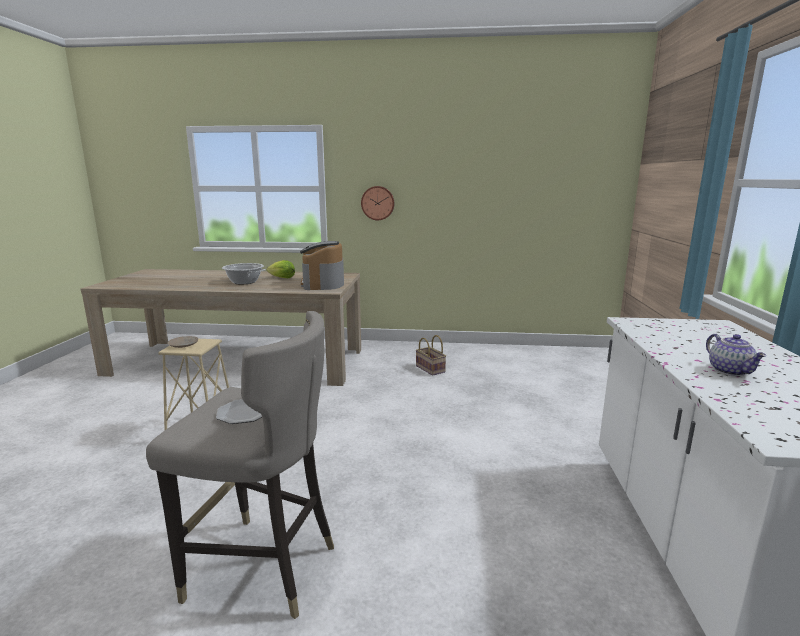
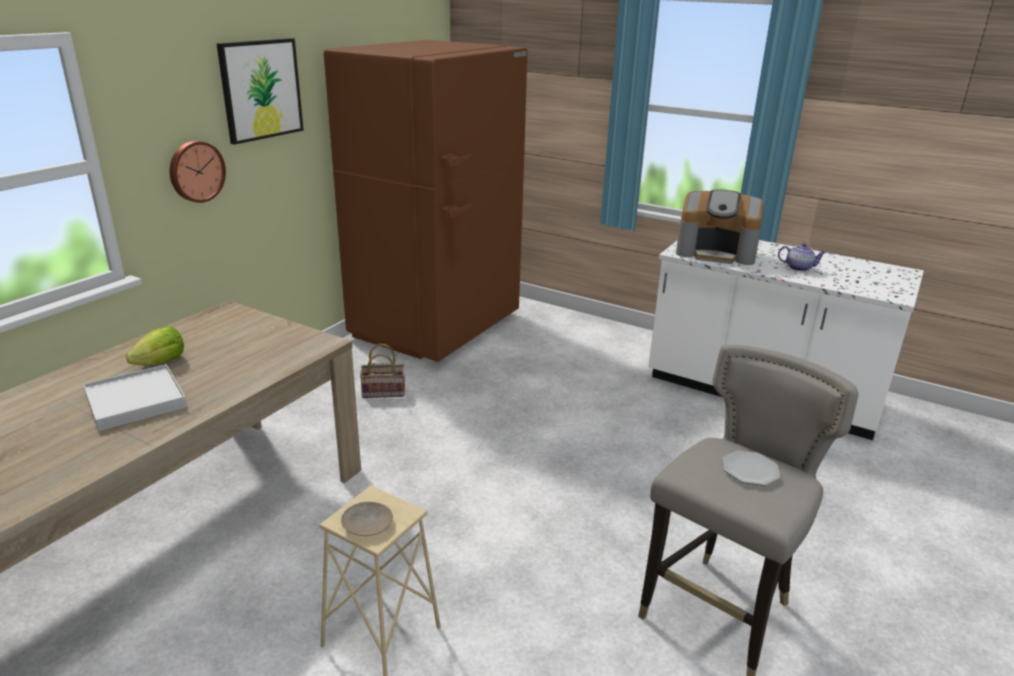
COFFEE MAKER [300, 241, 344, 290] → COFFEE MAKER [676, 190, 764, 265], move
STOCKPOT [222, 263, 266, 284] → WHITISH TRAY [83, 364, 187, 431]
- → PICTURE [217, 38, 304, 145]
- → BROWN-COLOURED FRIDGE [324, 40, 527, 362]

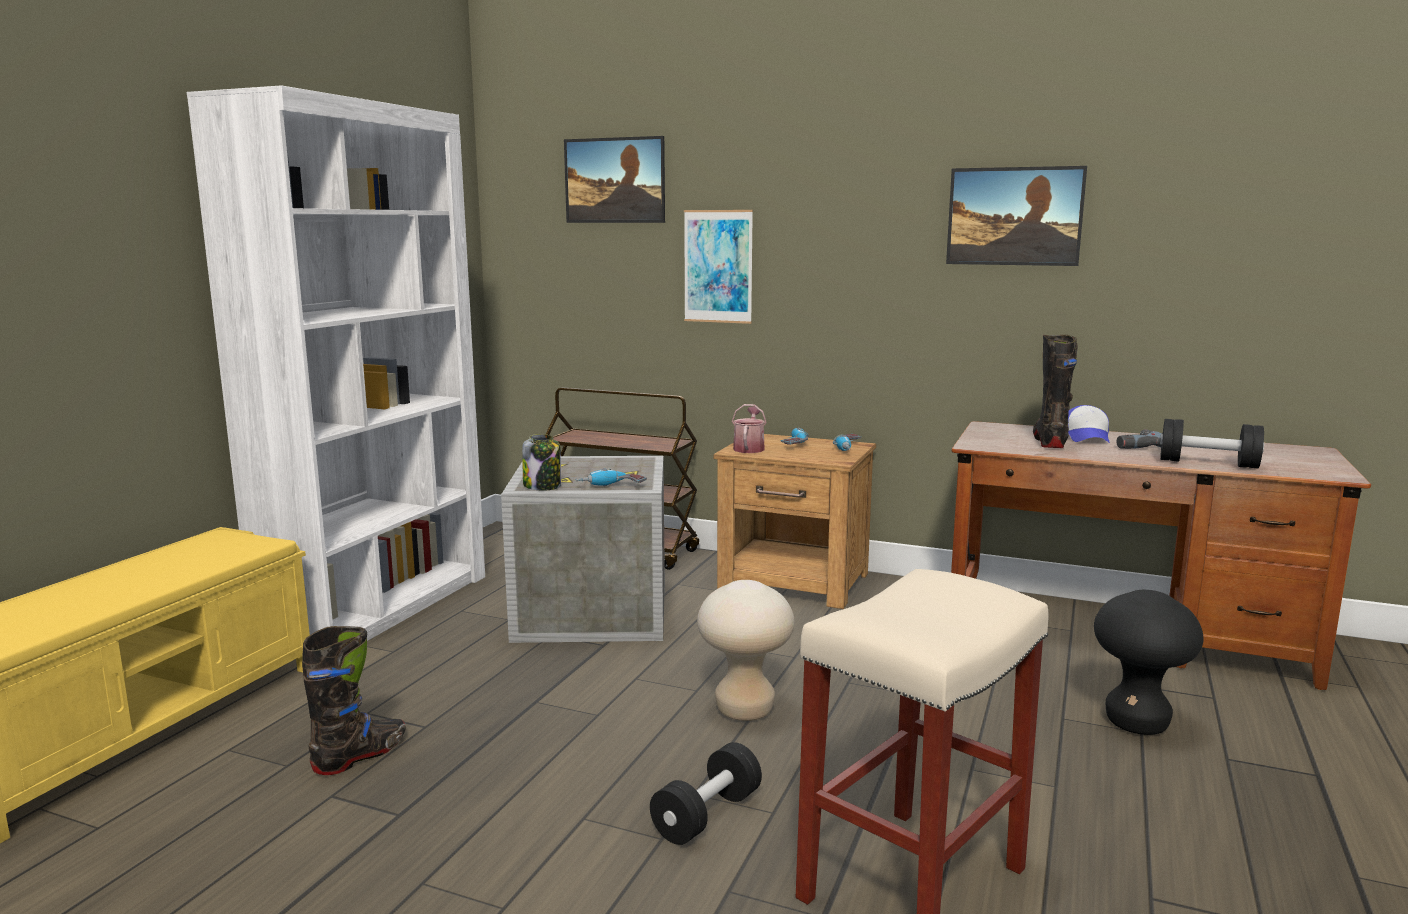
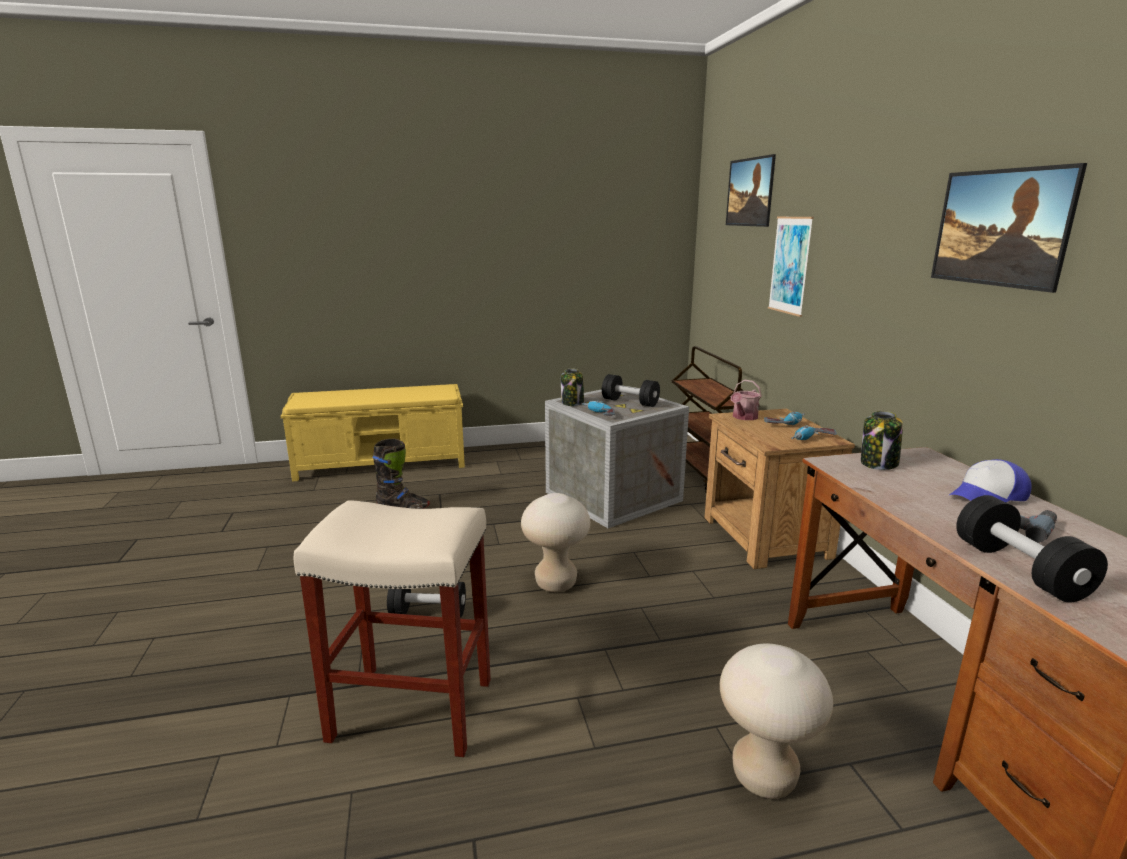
WHITISH BOOKSHELF [187, 85, 485, 641] → -
BLACK BOOT [1033, 335, 1077, 448] → -
WATERING POT [732, 404, 767, 453] → WATERING POT [730, 380, 762, 420], 150 degrees clockwise
BLACK STOOL [1094, 590, 1204, 735] → SAND-COLOURED STOOL [720, 644, 833, 799]
- → BLACK HAND WEIGHT [602, 374, 660, 407]
- → PRESERVE JAR [861, 411, 903, 470]

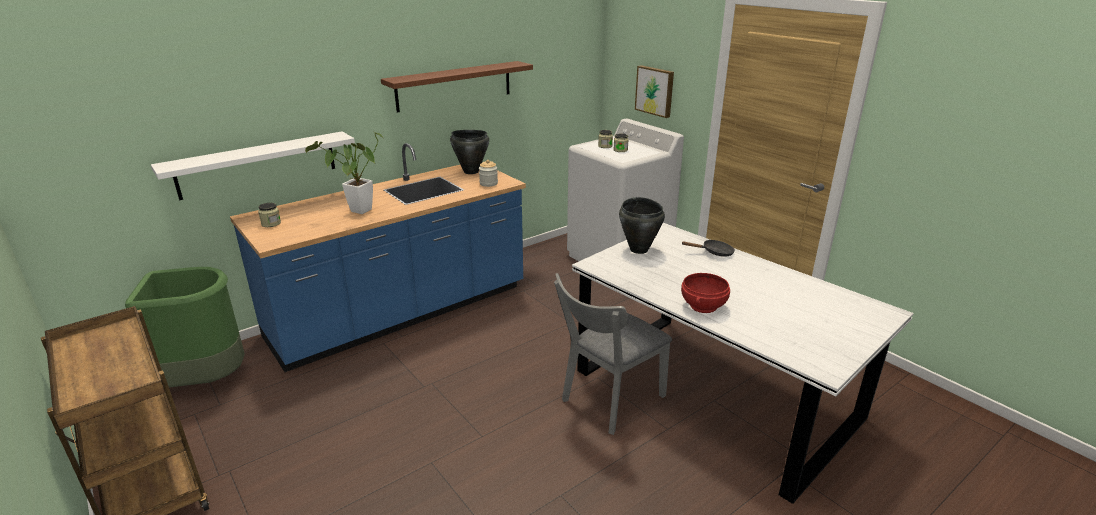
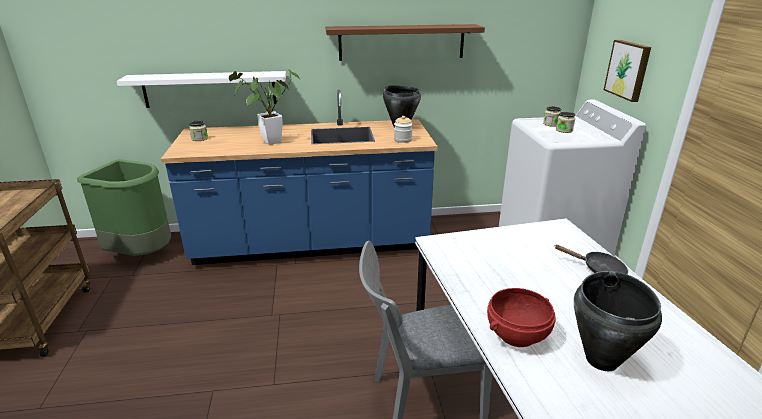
BLACK STOCKPOT [619, 197, 665, 254] → BLACK STOCKPOT [574, 271, 662, 371], move

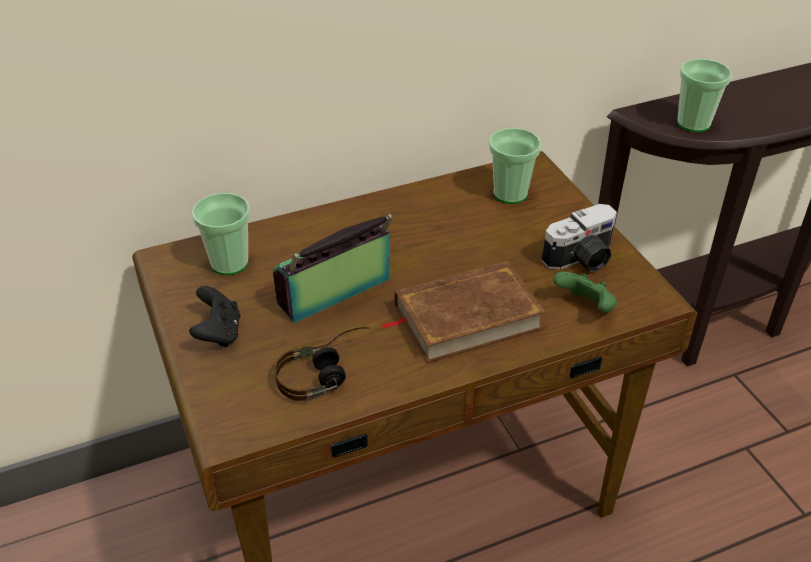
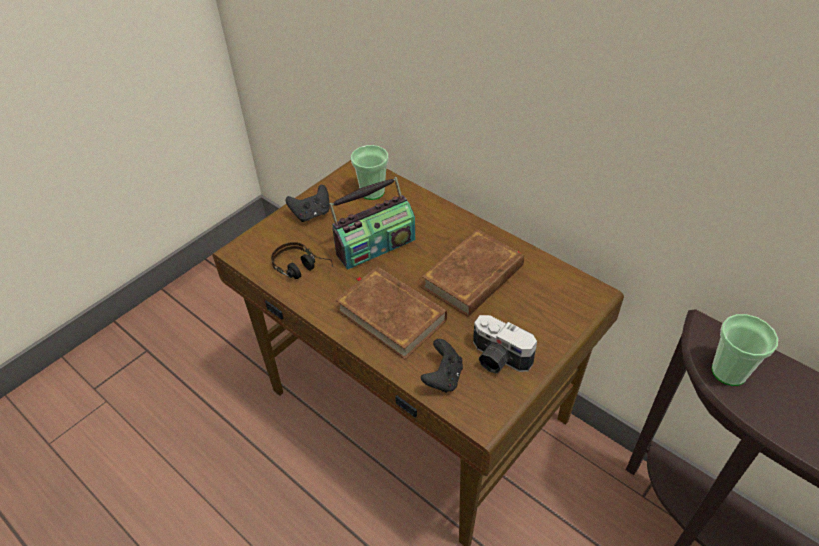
DRINKING CUP [489, 128, 542, 204] → -
RADIO SET [273, 214, 392, 323] → RADIO SET [329, 177, 415, 270], 120 degrees clockwise
GREEN JOYPAD [553, 272, 617, 313] → BLACK JOYPAD [421, 339, 463, 392]
- → BROWN-COLOURED BOOK [422, 230, 524, 317]

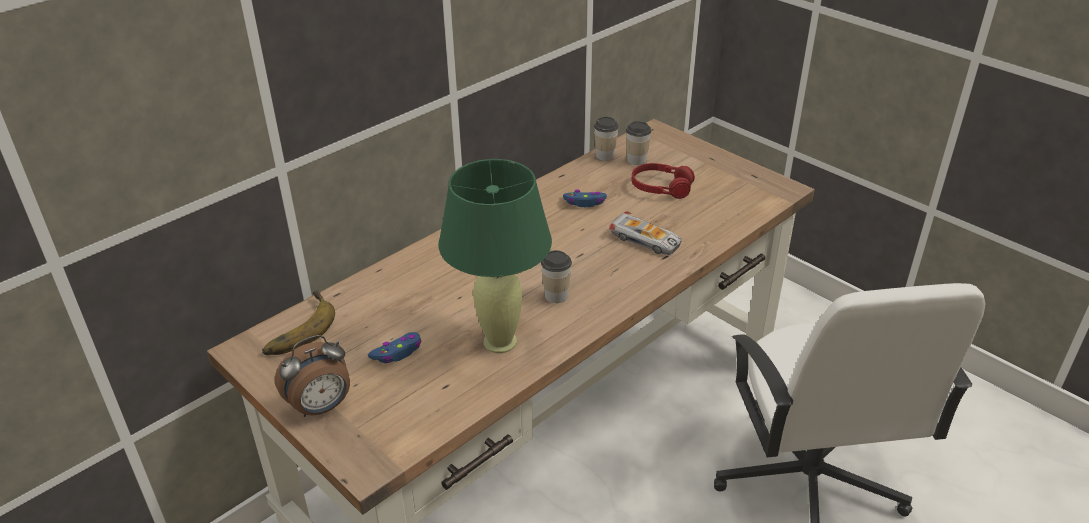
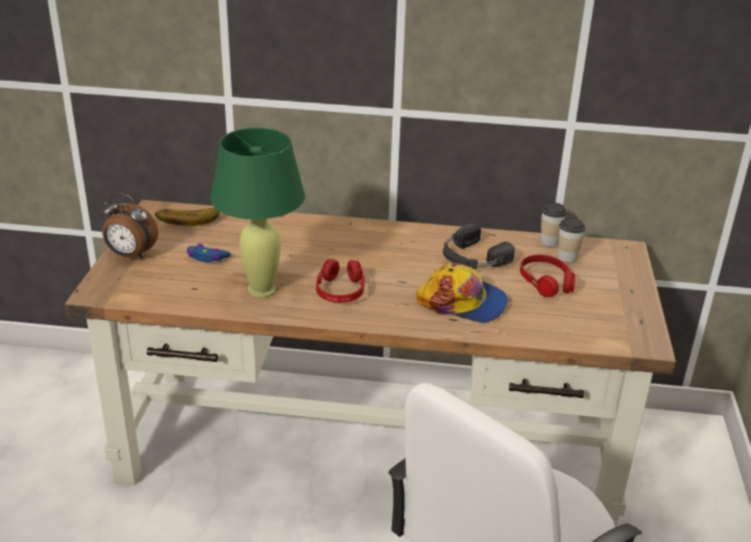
BLUE-COLOURED JOYPAD [563, 190, 607, 207] → BLACK HEADPHONES [443, 223, 515, 269]
MODEL CAR [609, 211, 682, 255] → BASEBALL CAP [416, 263, 508, 323]
DRINKING CUP [541, 250, 572, 303] → RED-COLOURED HEADPHONES [316, 259, 365, 303]

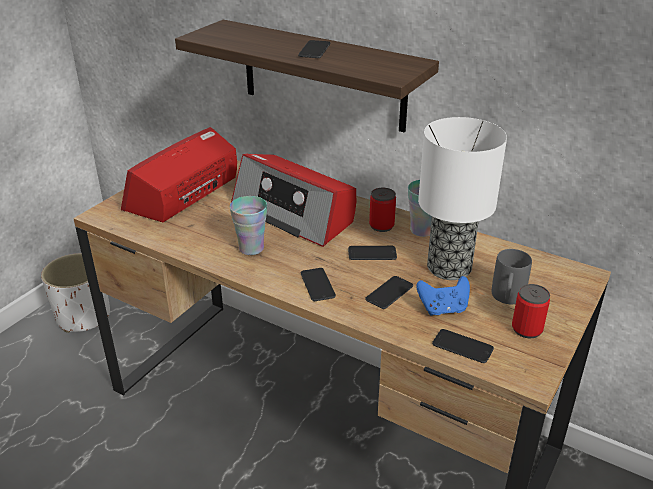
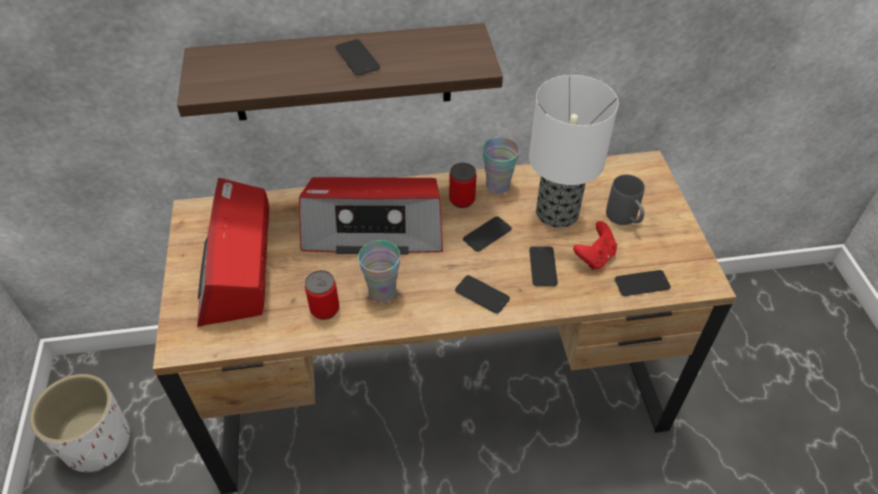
BLUE-COLOURED JOYPAD [416, 276, 470, 316] → RED-COLOURED JOYPAD [573, 221, 617, 269]
SEALED CAN [512, 284, 550, 339] → SEALED CAN [305, 270, 339, 320], move

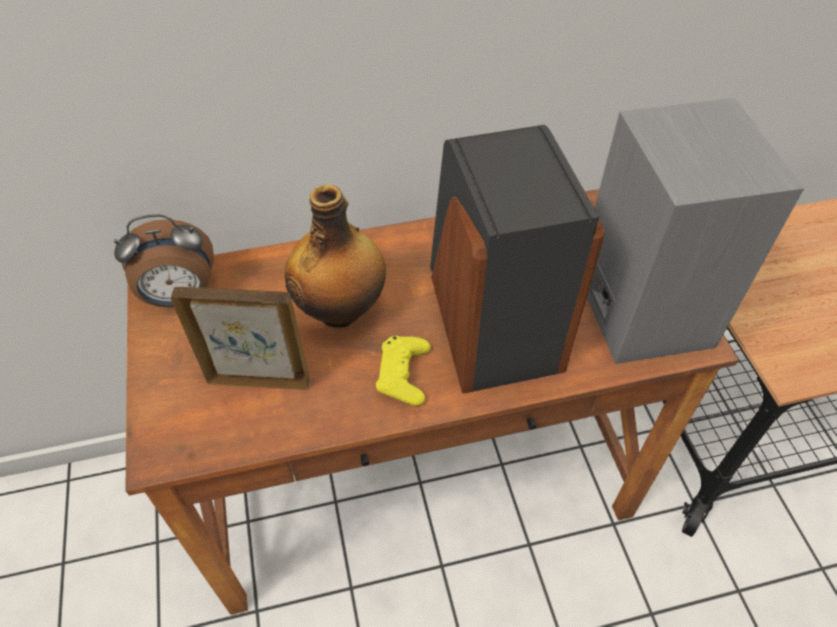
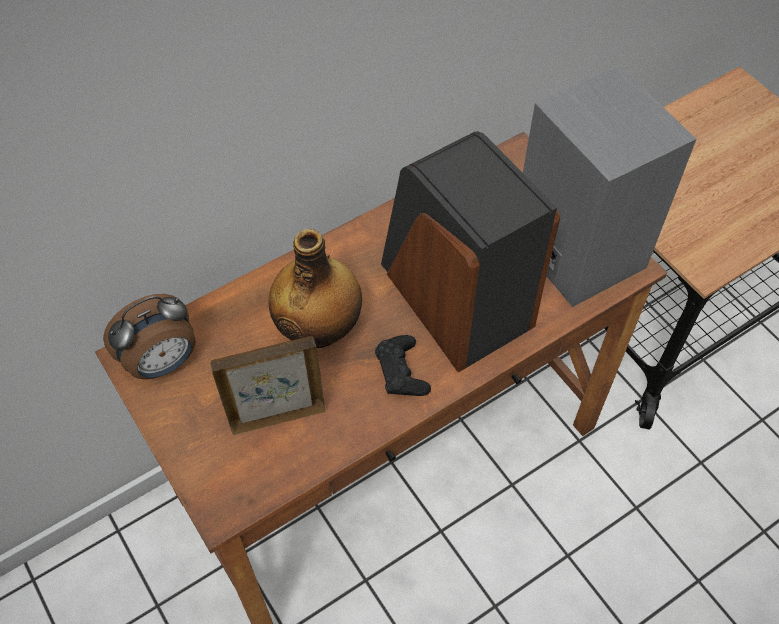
YELLOW-COLOURED JOYPAD [376, 336, 431, 406] → BLACK JOYPAD [375, 335, 431, 396]

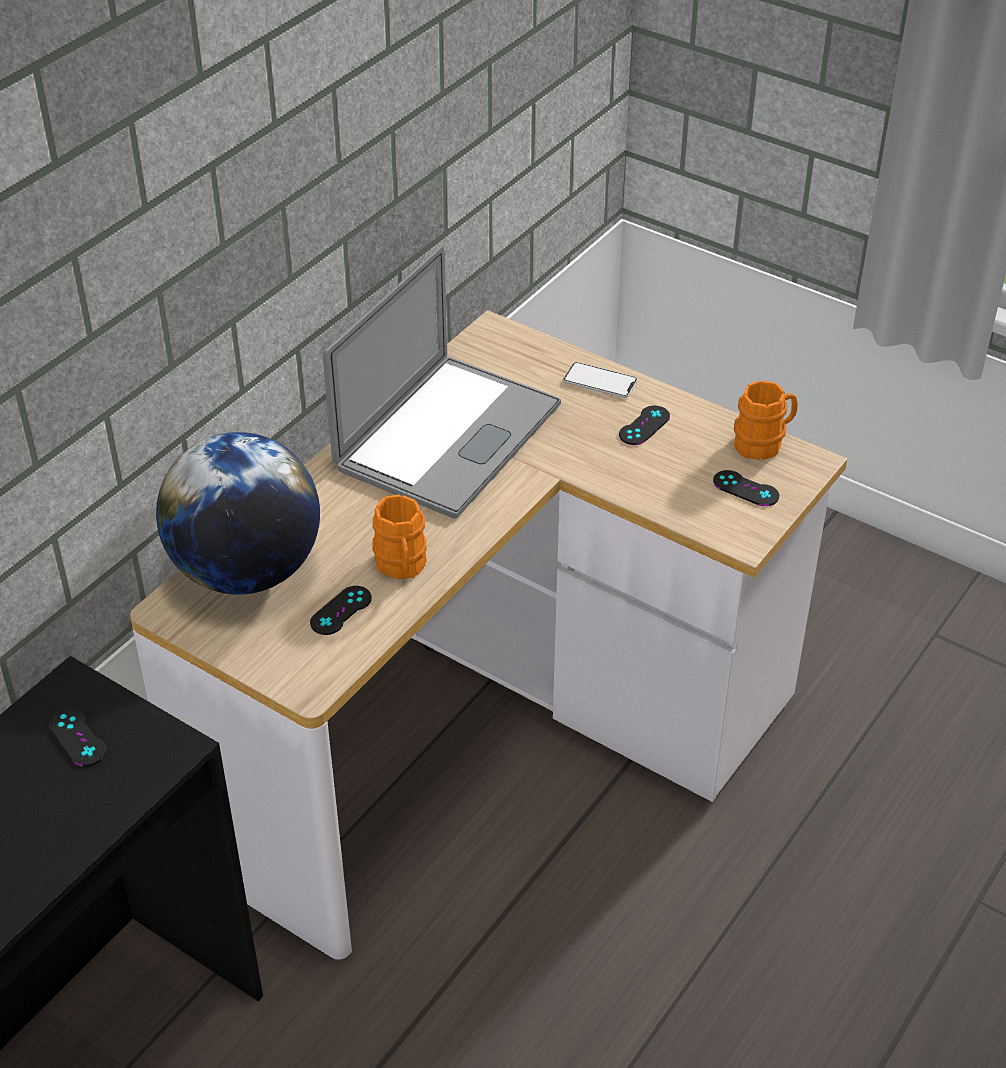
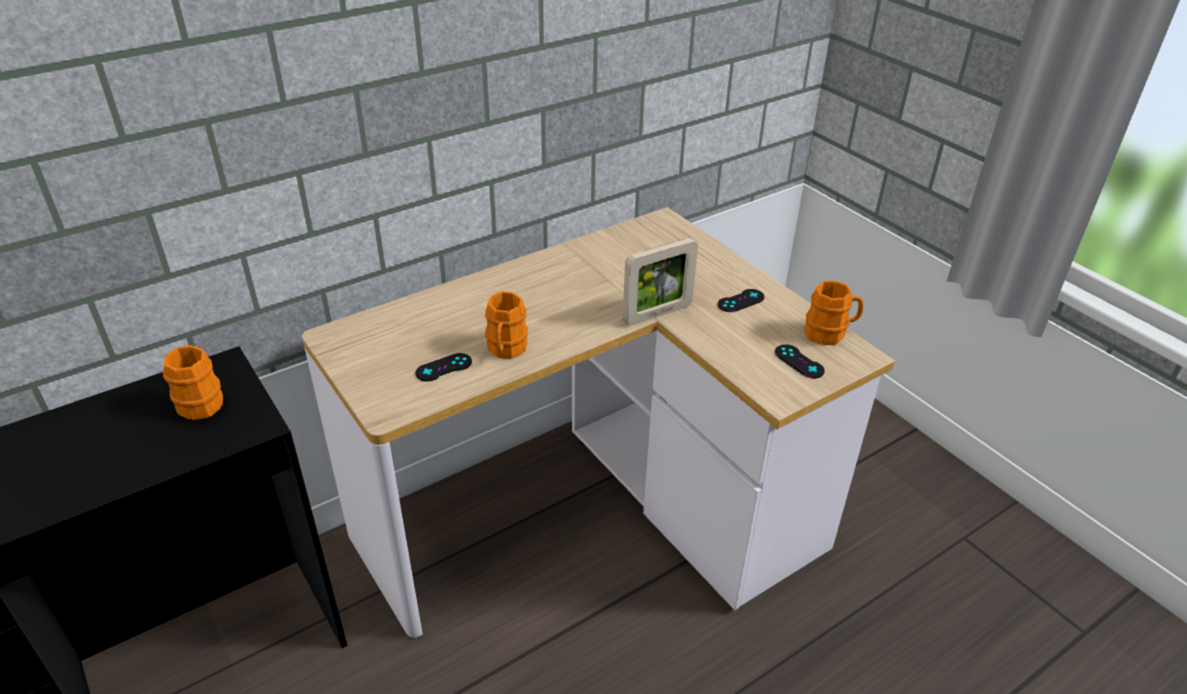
PORTABLE COMPUTER [323, 246, 561, 518] → -
PHONE [563, 362, 638, 398] → -
WORLD GLOBE [156, 432, 320, 595] → -
BLACK JOYPAD [49, 709, 106, 766] → ORANGE COFFEE MUG [163, 345, 223, 420]
- → STANDING FRAME [623, 238, 698, 325]

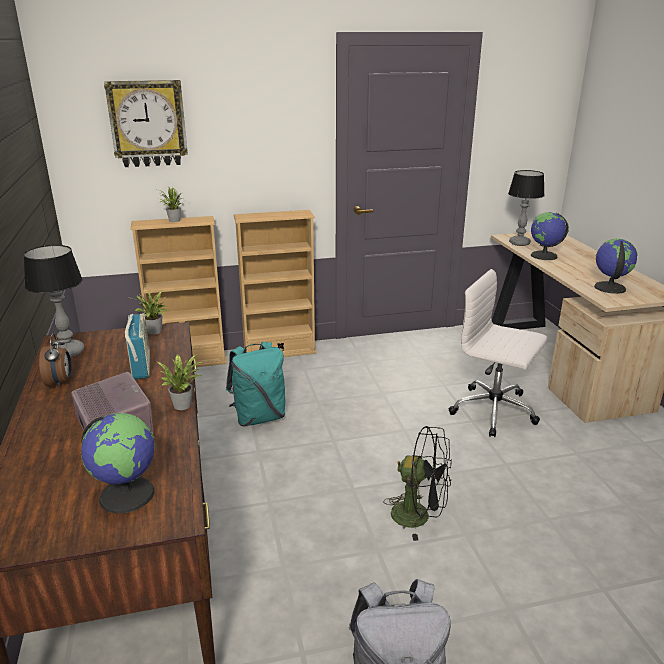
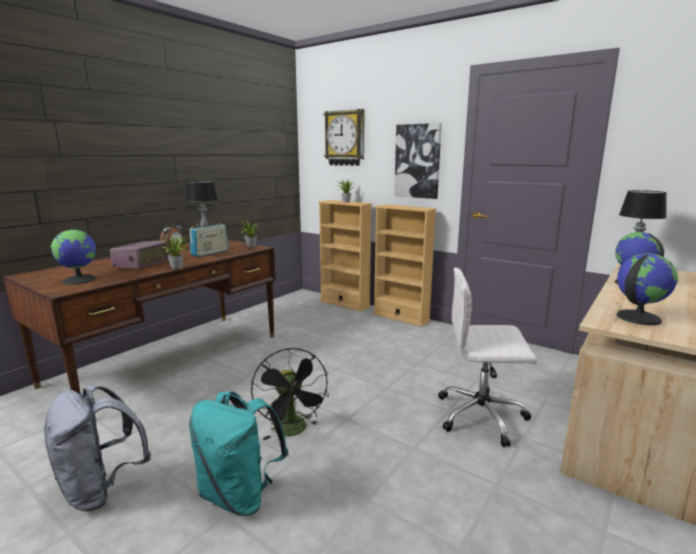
WHITISH COMPUTER CHAIR [449, 269, 547, 437] → WHITISH COMPUTER CHAIR [438, 267, 537, 447], 75 degrees counterclockwise
TURQUOISE BACKPACK [226, 341, 286, 427] → TURQUOISE BACKPACK [189, 391, 289, 516], move
- → PICTURE [394, 123, 442, 199]

